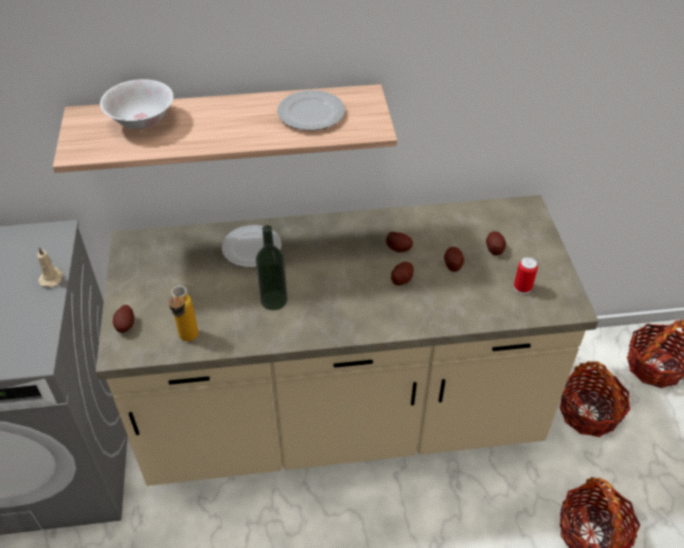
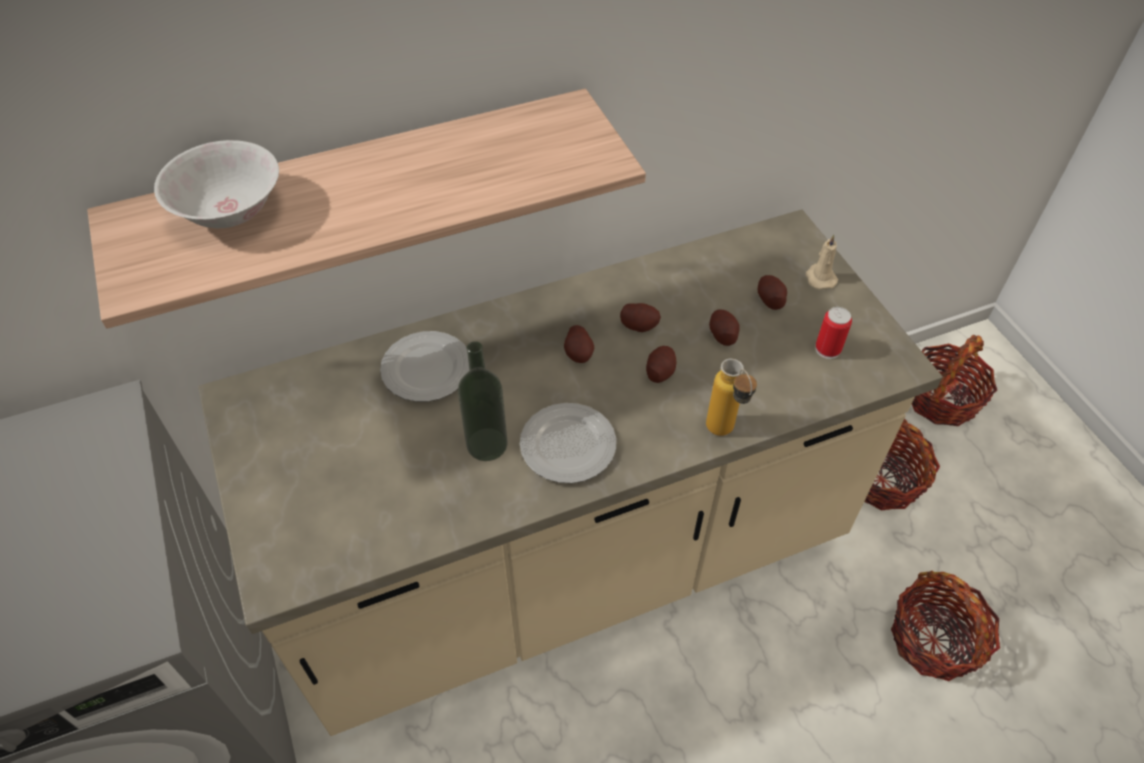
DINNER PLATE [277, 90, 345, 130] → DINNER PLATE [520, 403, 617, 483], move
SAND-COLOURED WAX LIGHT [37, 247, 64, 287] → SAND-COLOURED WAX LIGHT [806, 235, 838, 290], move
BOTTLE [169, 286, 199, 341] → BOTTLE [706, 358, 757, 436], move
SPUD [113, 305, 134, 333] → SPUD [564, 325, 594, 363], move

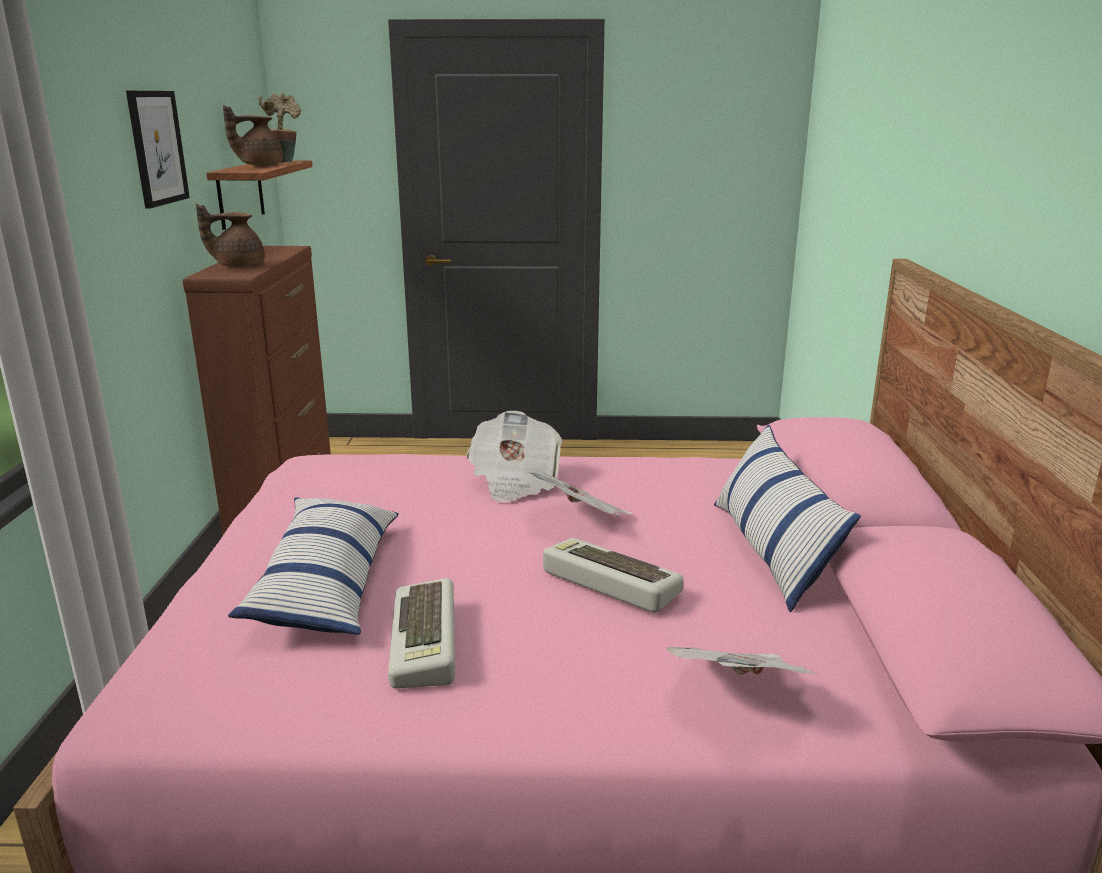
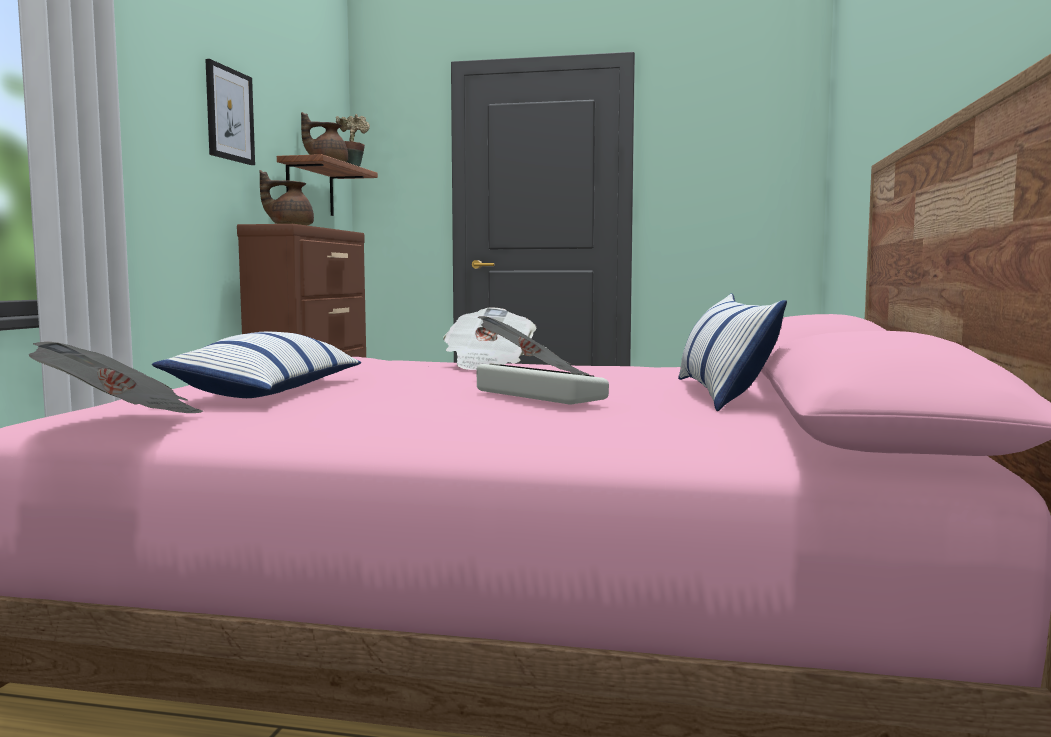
PC KEYBOARD [388, 578, 455, 689] → -
DAILY PAPER [667, 647, 820, 675] → DAILY PAPER [29, 342, 203, 413], move

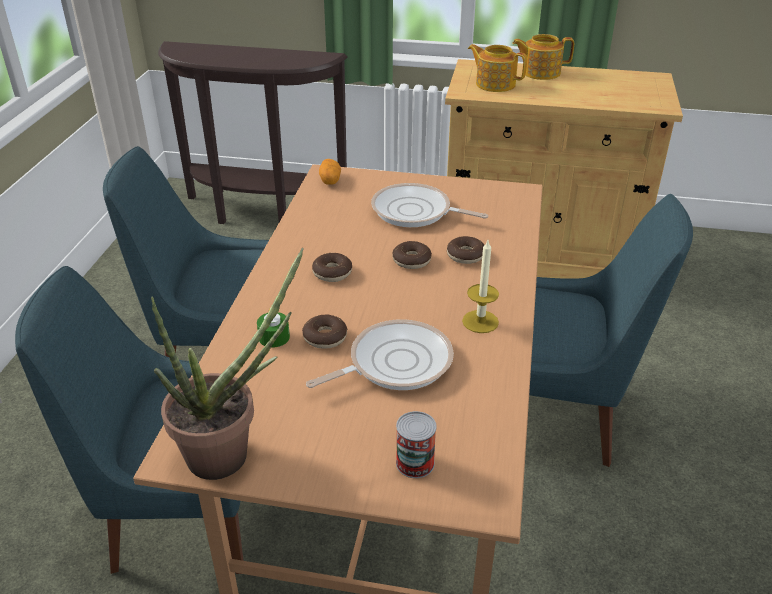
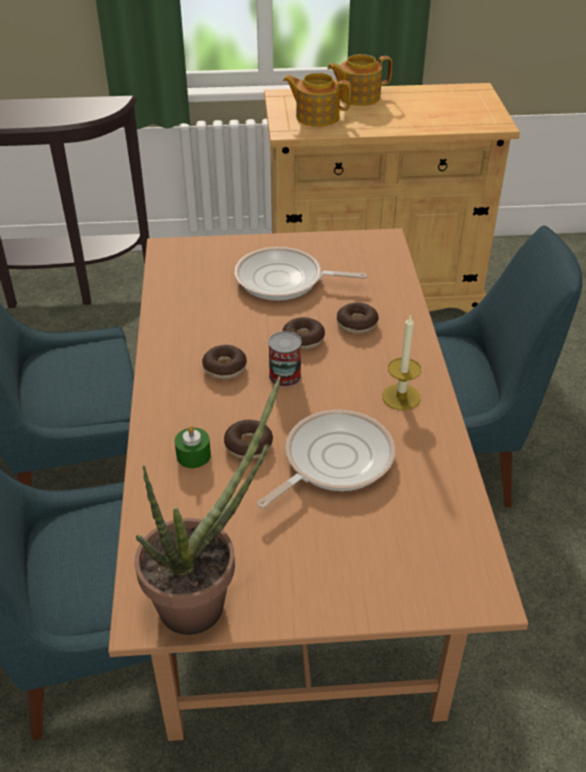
SPUD [319, 159, 341, 185] → -
SEALED CAN [396, 411, 437, 478] → SEALED CAN [268, 331, 302, 387], move

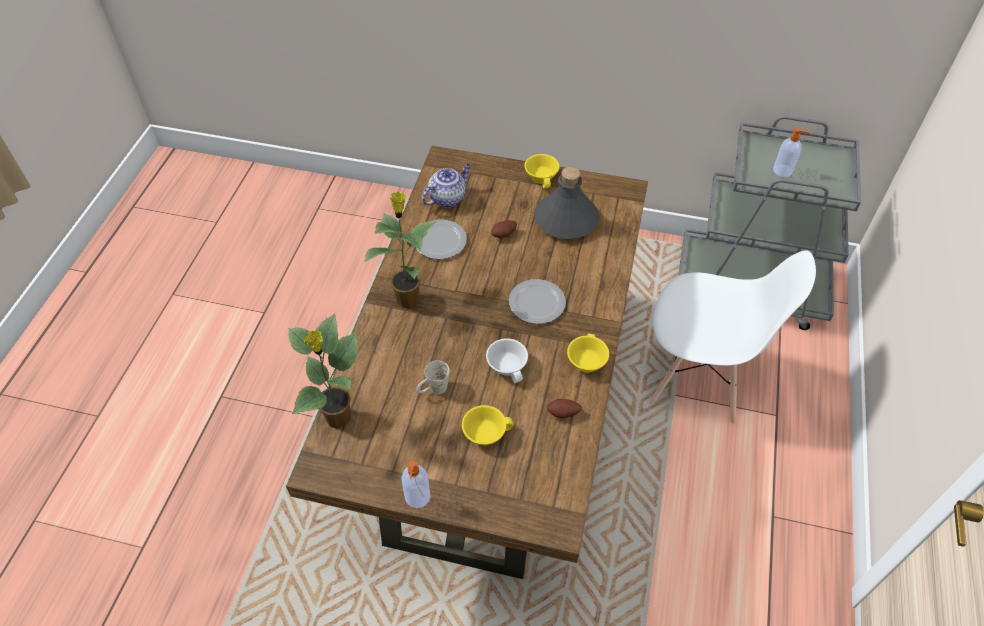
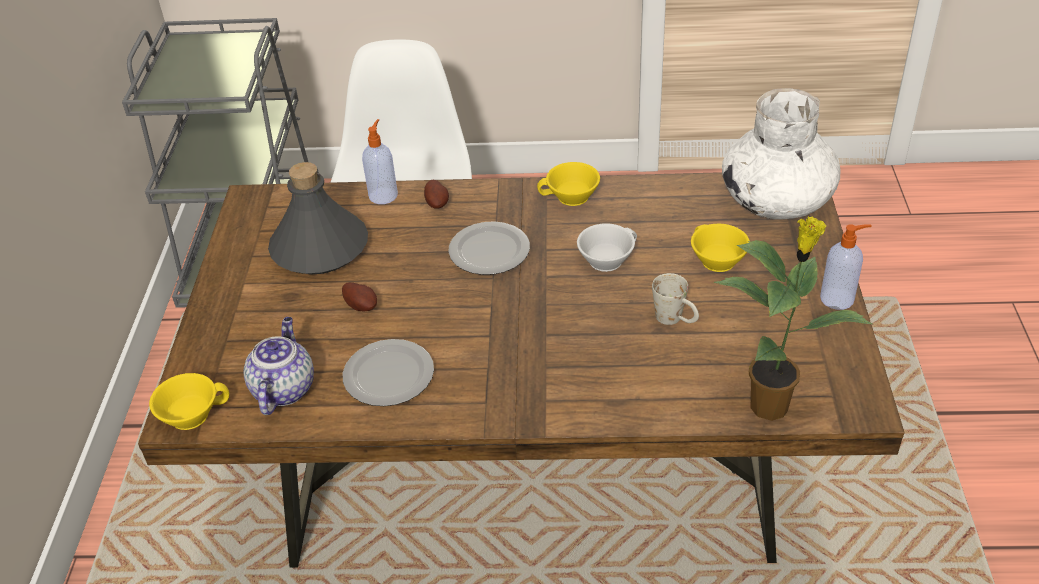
LIQUID SOAP BOTTLE [773, 128, 810, 177] → LIQUID SOAP BOTTLE [362, 119, 398, 204], move
YELLOW-COLOURED DRINKING CUP [524, 154, 560, 189] → YELLOW-COLOURED DRINKING CUP [149, 373, 230, 430], move
TEAPOT [422, 164, 471, 208] → TEAPOT [244, 317, 314, 415], 60 degrees clockwise
PLANT IN A POT [364, 191, 436, 308] → -
SPUD [547, 399, 582, 418] → SPUD [424, 180, 449, 209], move
- → WHITISH FLOWER VASE [722, 88, 840, 219]

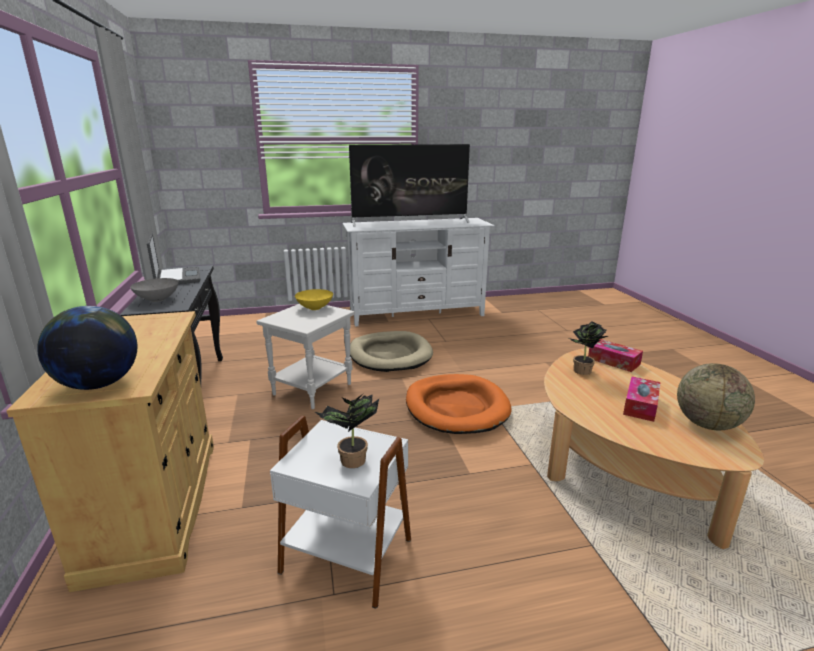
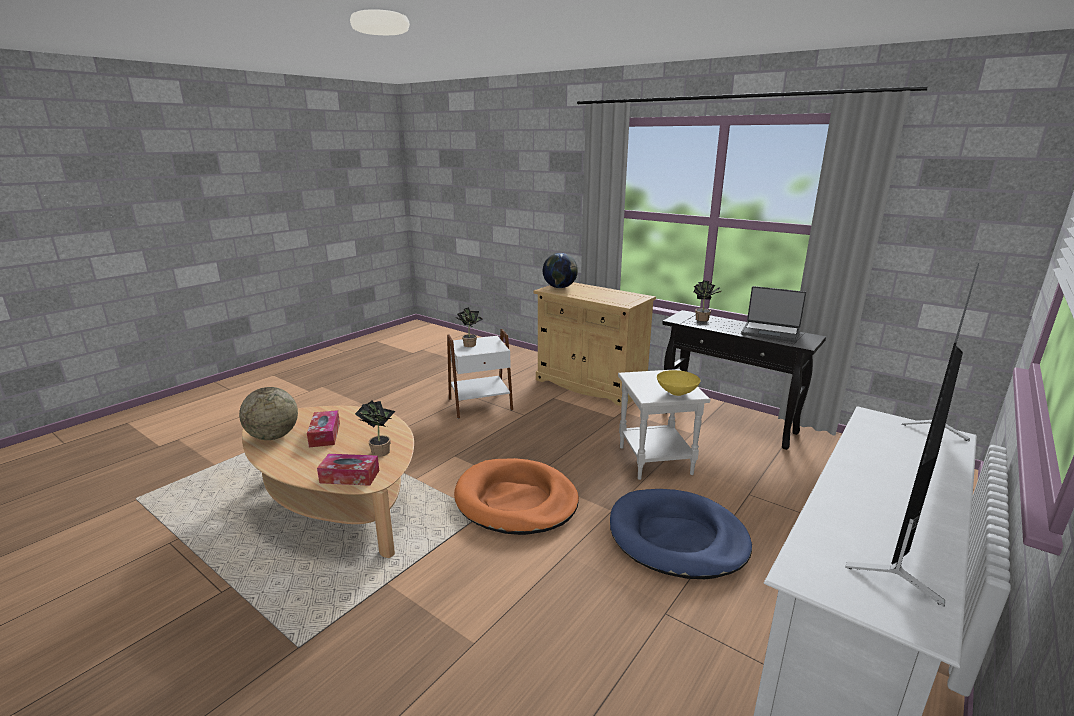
GREYISH SERVING BOWL [130, 278, 179, 302] → PLANT IN A POT [693, 281, 721, 322]
SAND-COLOURED DOG BED [350, 331, 433, 372] → BLUE-COLOURED DOG BED [610, 489, 752, 579]

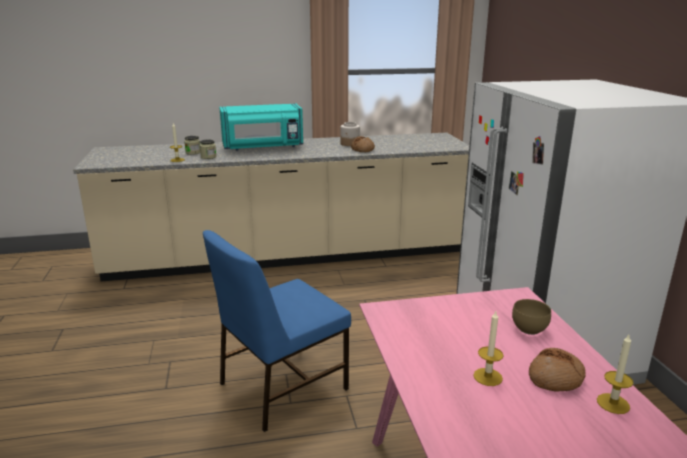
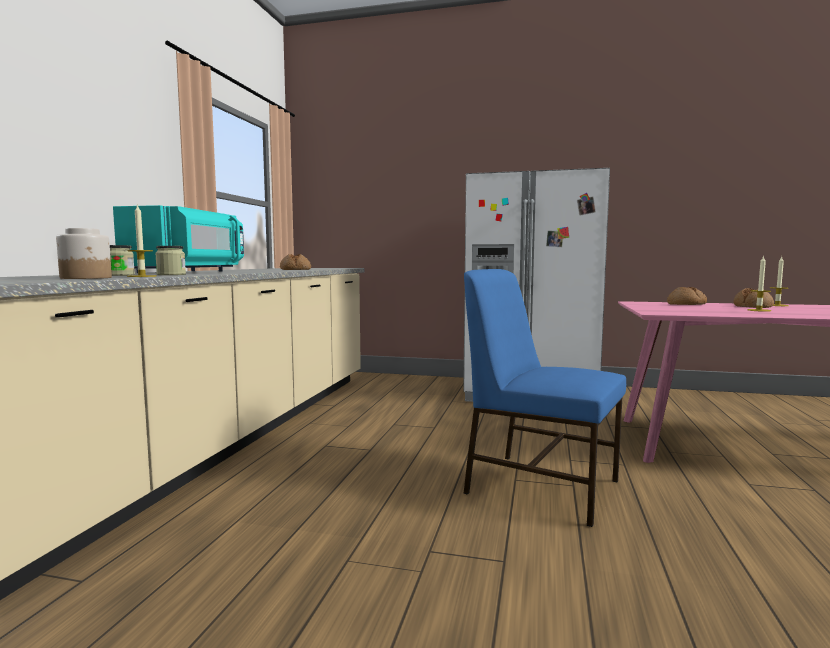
PRESERVE JAR [340, 122, 360, 146] → PRESERVE JAR [56, 228, 112, 279], move
BLUE-COLOURED PLAIN CHAIR [203, 230, 351, 432] → BLUE-COLOURED PLAIN CHAIR [464, 269, 626, 527], 135 degrees clockwise
BROWN-COLOURED SERVING BOWL [512, 299, 551, 335] → BREAD [667, 287, 707, 305]

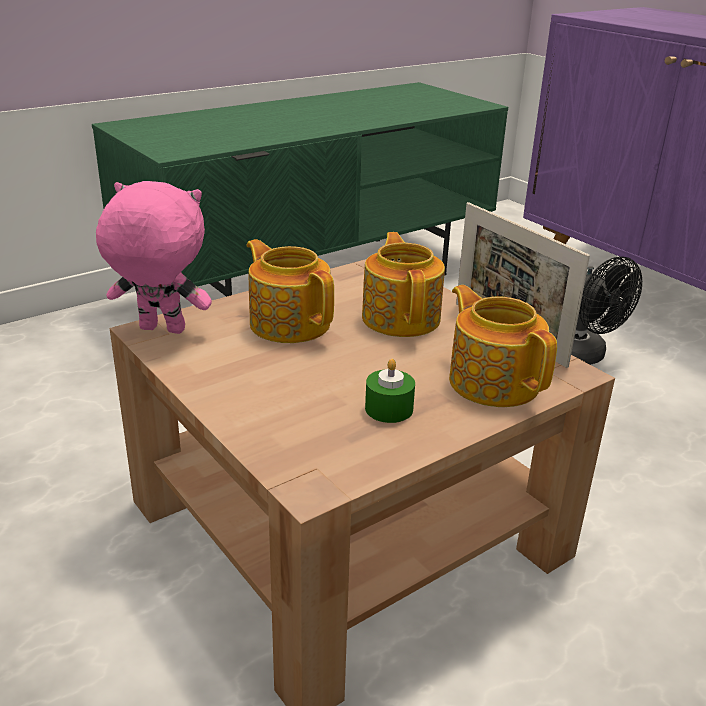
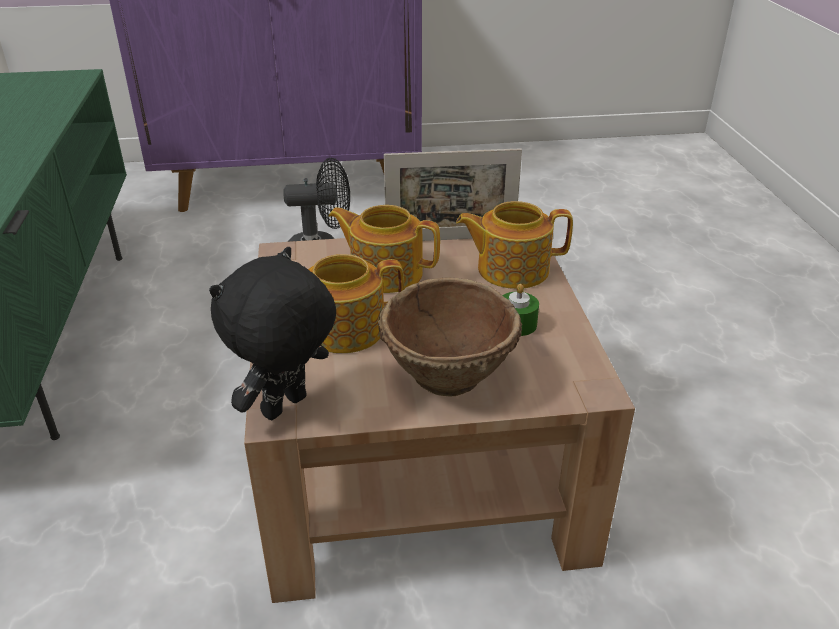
PINK PLUSH TOY [96, 181, 212, 334] → BLACK PLUSH TOY [209, 247, 336, 420]
- → BROWN-COLOURED SERVING BOWL [378, 278, 522, 397]

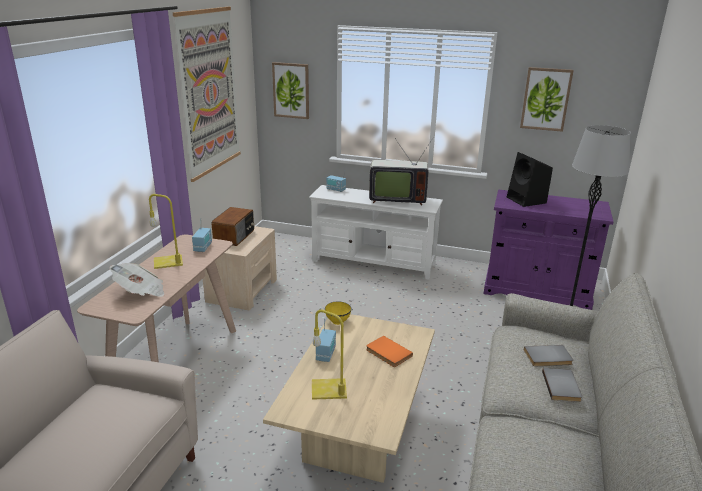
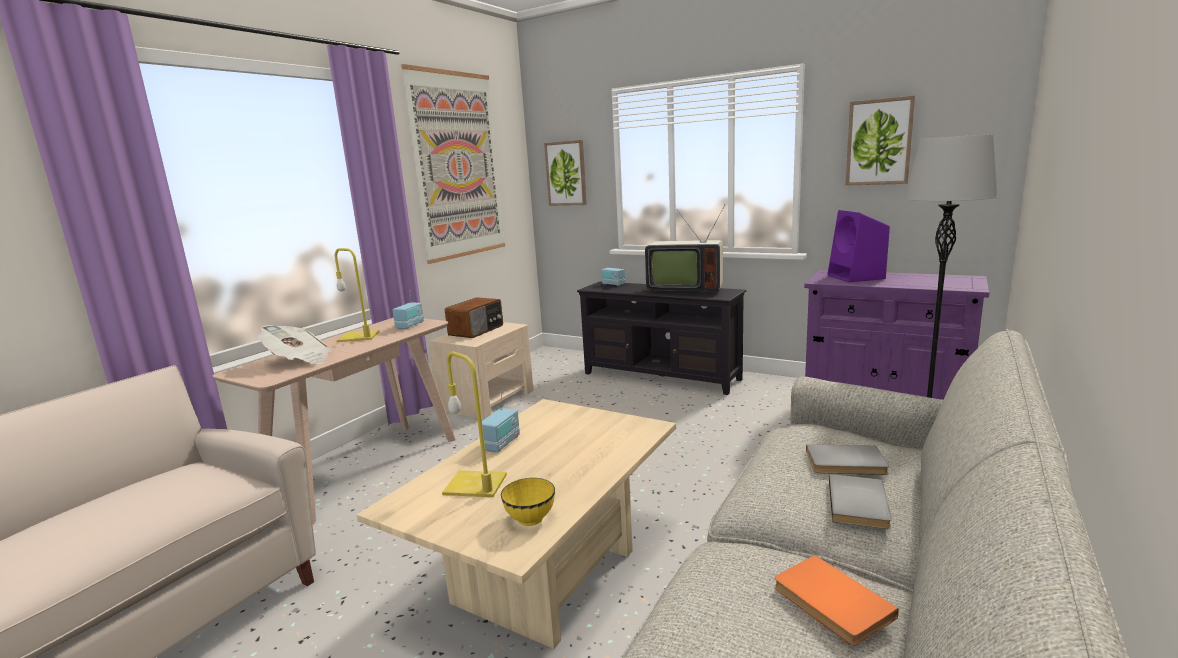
BLACK SPEAKER [507, 152, 553, 207] → PURPLE-COLOURED SPEAKER [827, 210, 890, 282]
WHITISH TV STAND [309, 185, 443, 280] → BLACK TV STAND [577, 281, 746, 395]
YELLOW-COLOURED SERVING BOWL [325, 301, 351, 325] → YELLOW-COLOURED SERVING BOWL [501, 478, 555, 526], move
ORANGE BOOK [366, 336, 413, 367] → ORANGE BOOK [774, 555, 899, 646], move

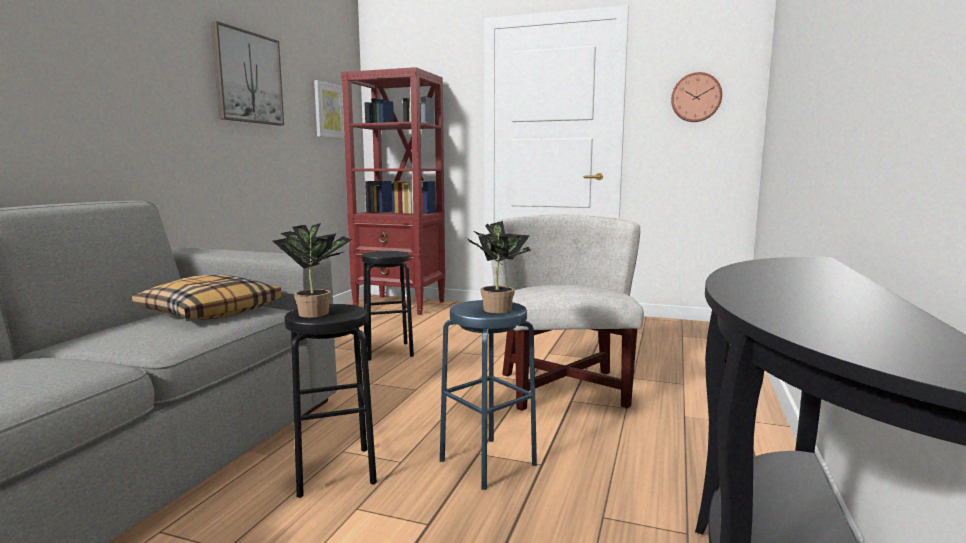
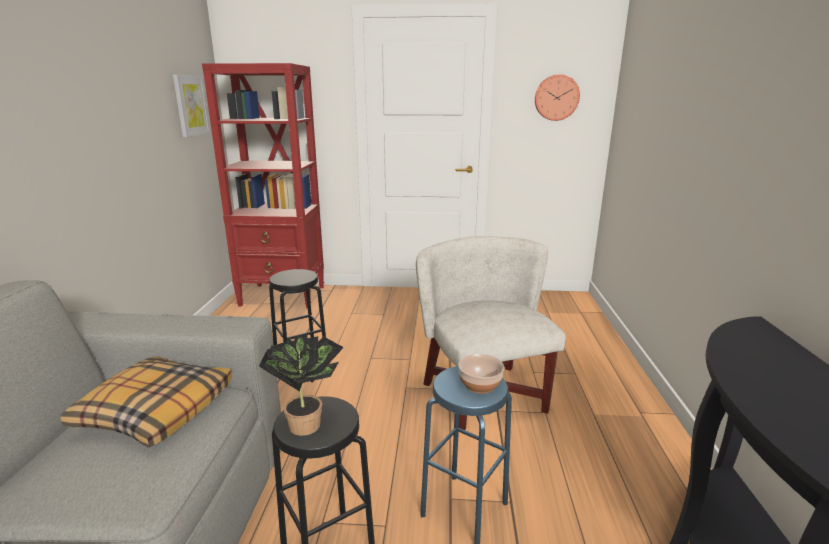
PICTURE [211, 21, 284, 126] → -
PLANT IN A POT [467, 221, 531, 313] → SERVING BOWL [458, 354, 504, 393]

